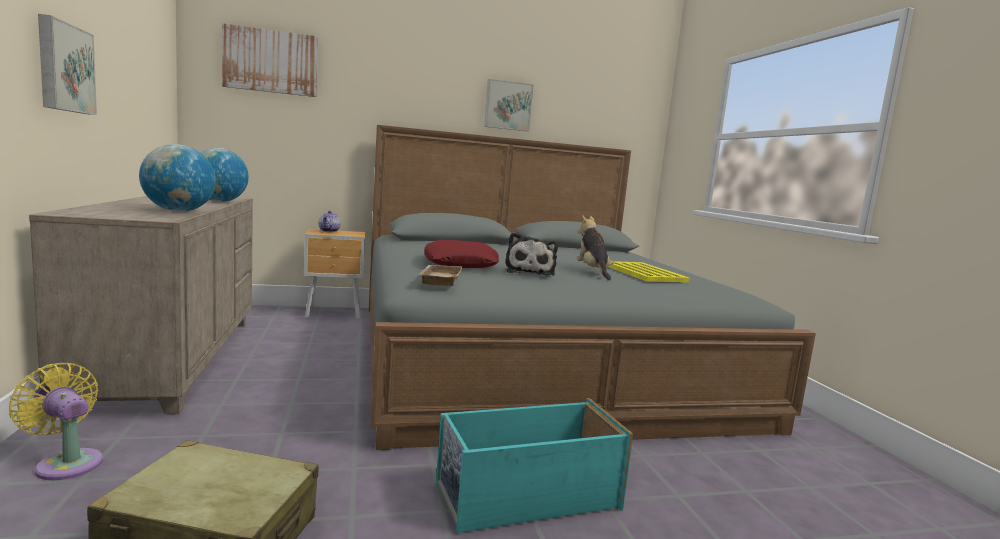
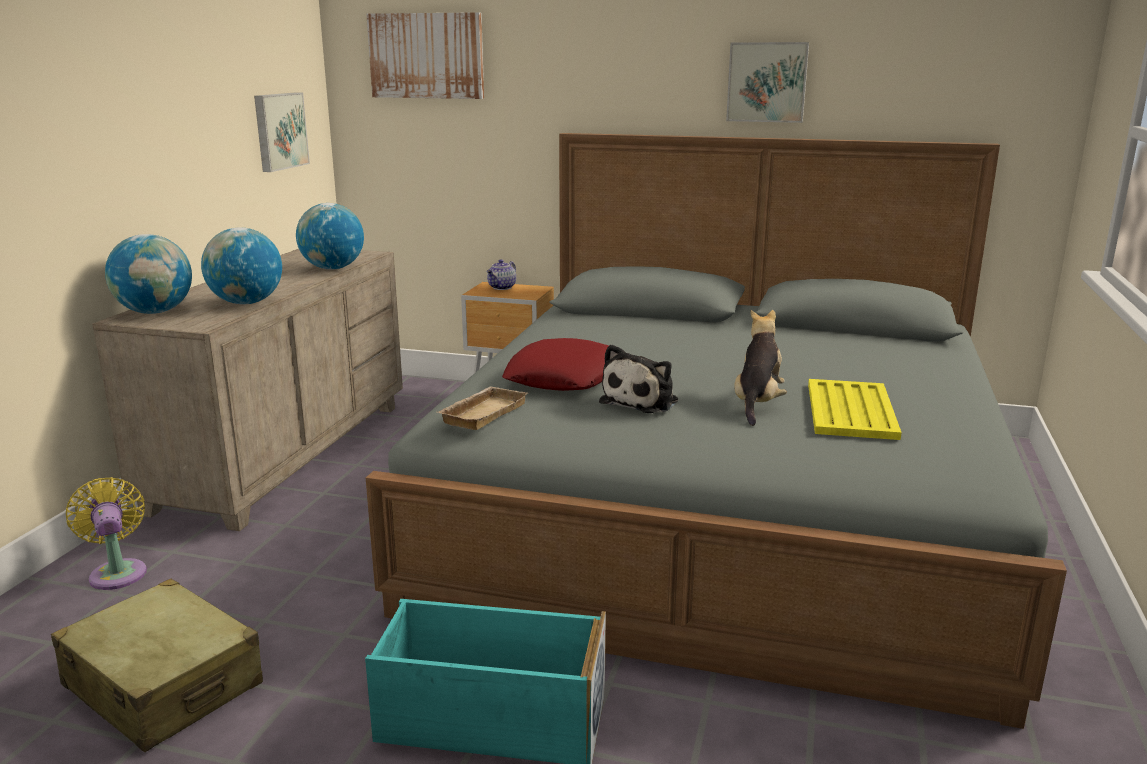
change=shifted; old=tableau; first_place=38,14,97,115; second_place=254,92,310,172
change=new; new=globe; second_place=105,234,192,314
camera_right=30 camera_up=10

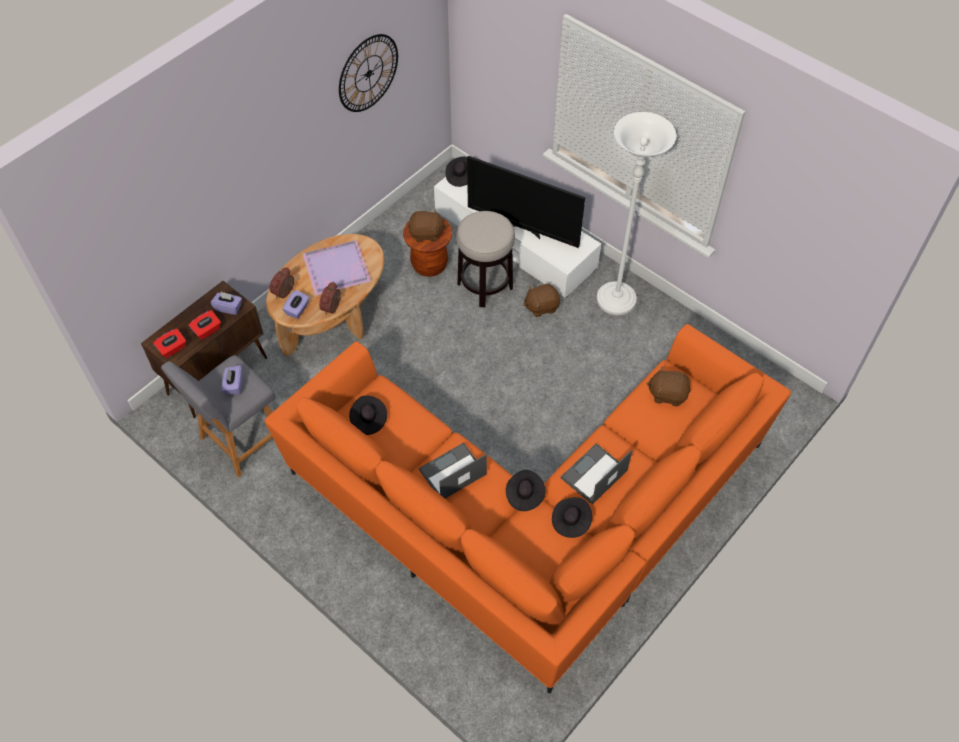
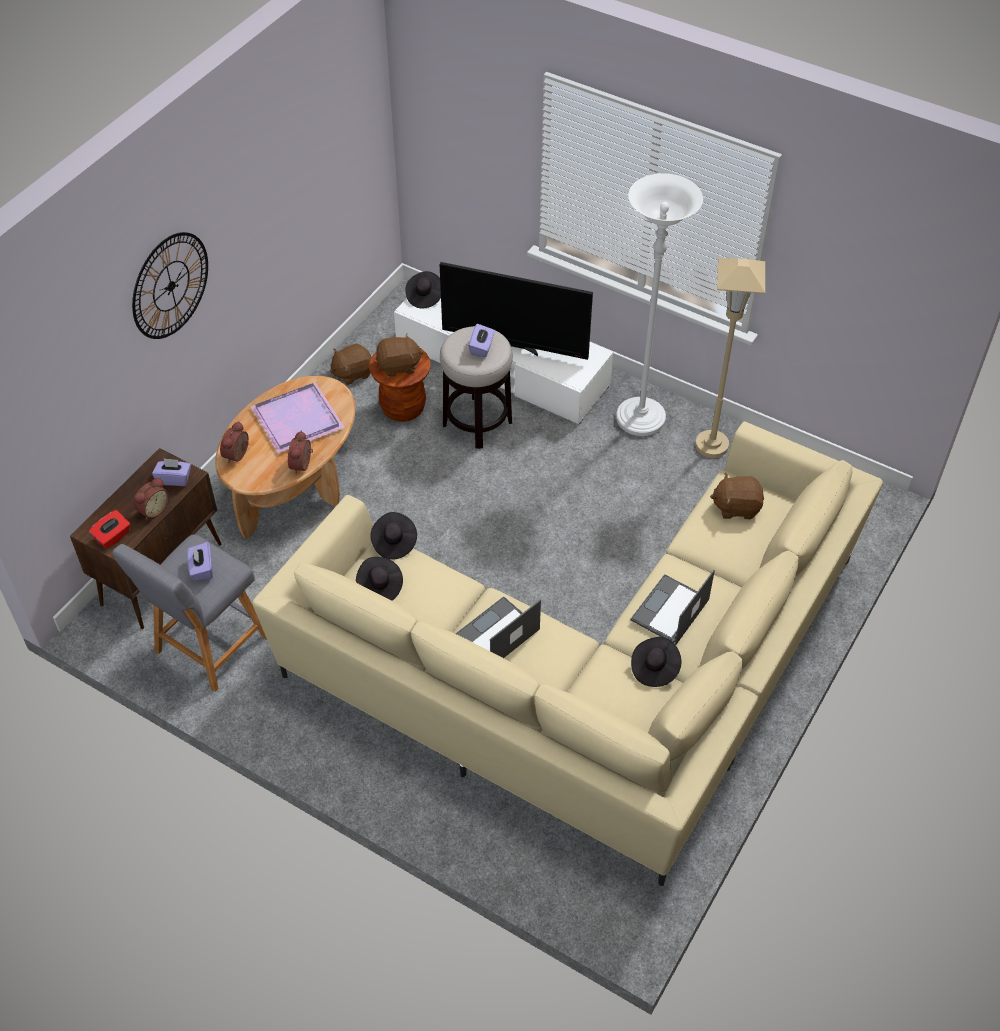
change=swapped; old=boîte à mouchoirs/rouge; new=réveil; first_place=189,310,221,340; second_place=133,478,169,520
change=repainted; old=canapé/orange; new=canapé/beige; first_place=265,324,791,694; second_place=252,422,883,886
change=shifted; old=boîte à mouchoirs/violet; first_place=283,290,309,319; second_place=469,324,495,357
change=shifted; old=horloge murale; first_place=339,34,398,112; second_place=132,232,208,339
change=shifted; old=chapeau/noir; first_place=506,470,545,511; second_place=370,512,417,560
change=shifted; old=peluche/marron; first_place=523,284,560,317; second_place=330,344,371,385
change=new; new=lampadaire/beige; second_place=695,258,765,458
camera_right=-10 camera_up=-5

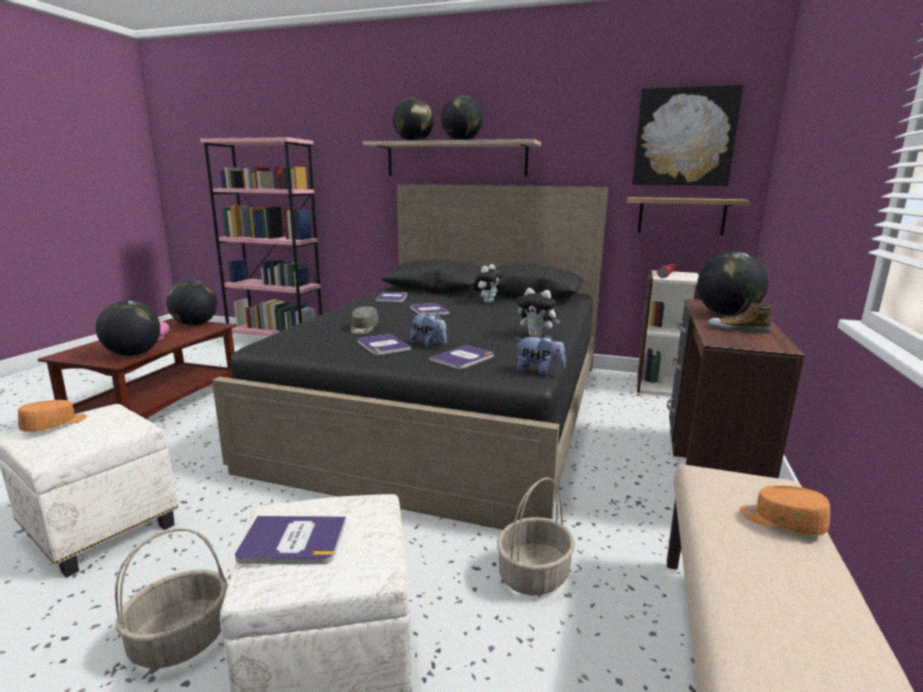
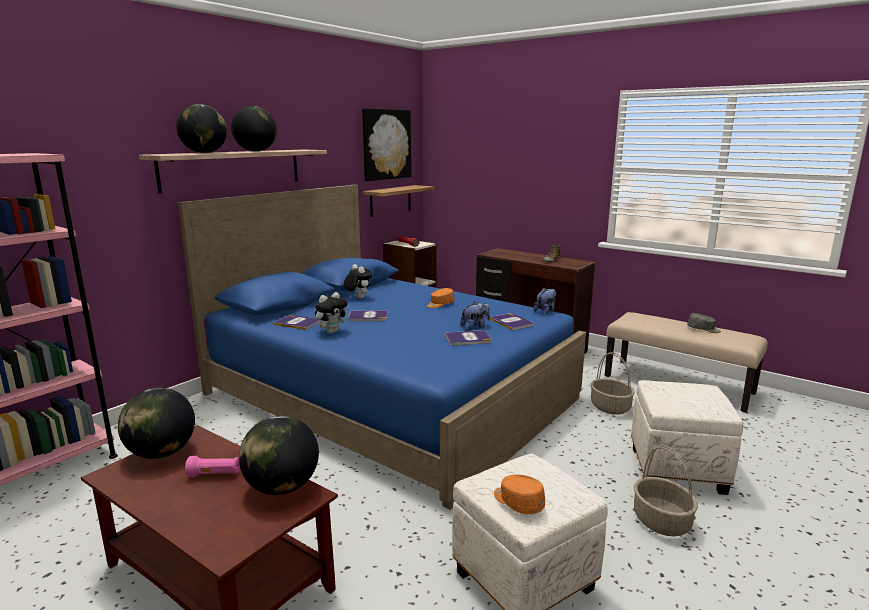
change=repainted; old=lit/noir; new=lit/bleu; first_place=212,184,608,530; second_place=178,185,586,510
change=gone; old=livre; first_place=235,516,346,564
change=shifted; old=casquette/gris; first_place=351,306,378,334; second_place=687,313,721,333
change=shifted; old=peluche; first_place=517,288,560,337; second_place=315,292,348,334
change=gone; old=globe; first_place=697,252,768,316
change=shifted; old=casquette/orange; first_place=740,485,830,536; second_place=427,288,454,308
camera_right=-70 camera_up=0

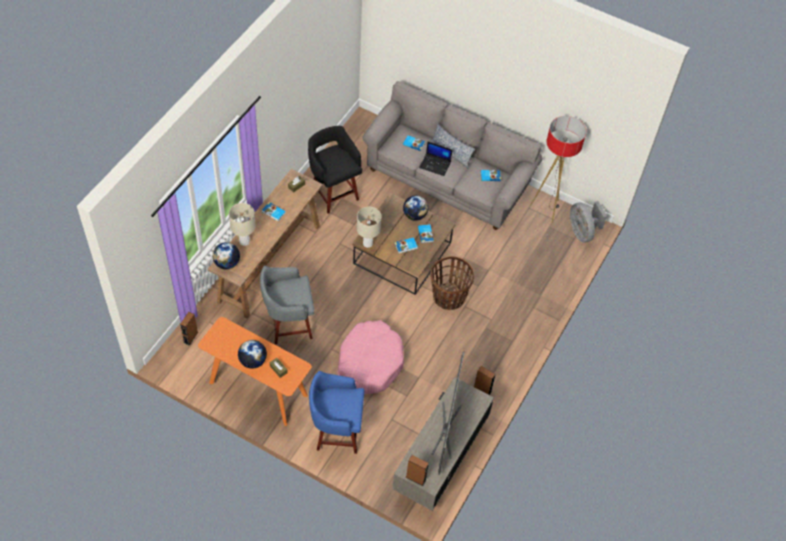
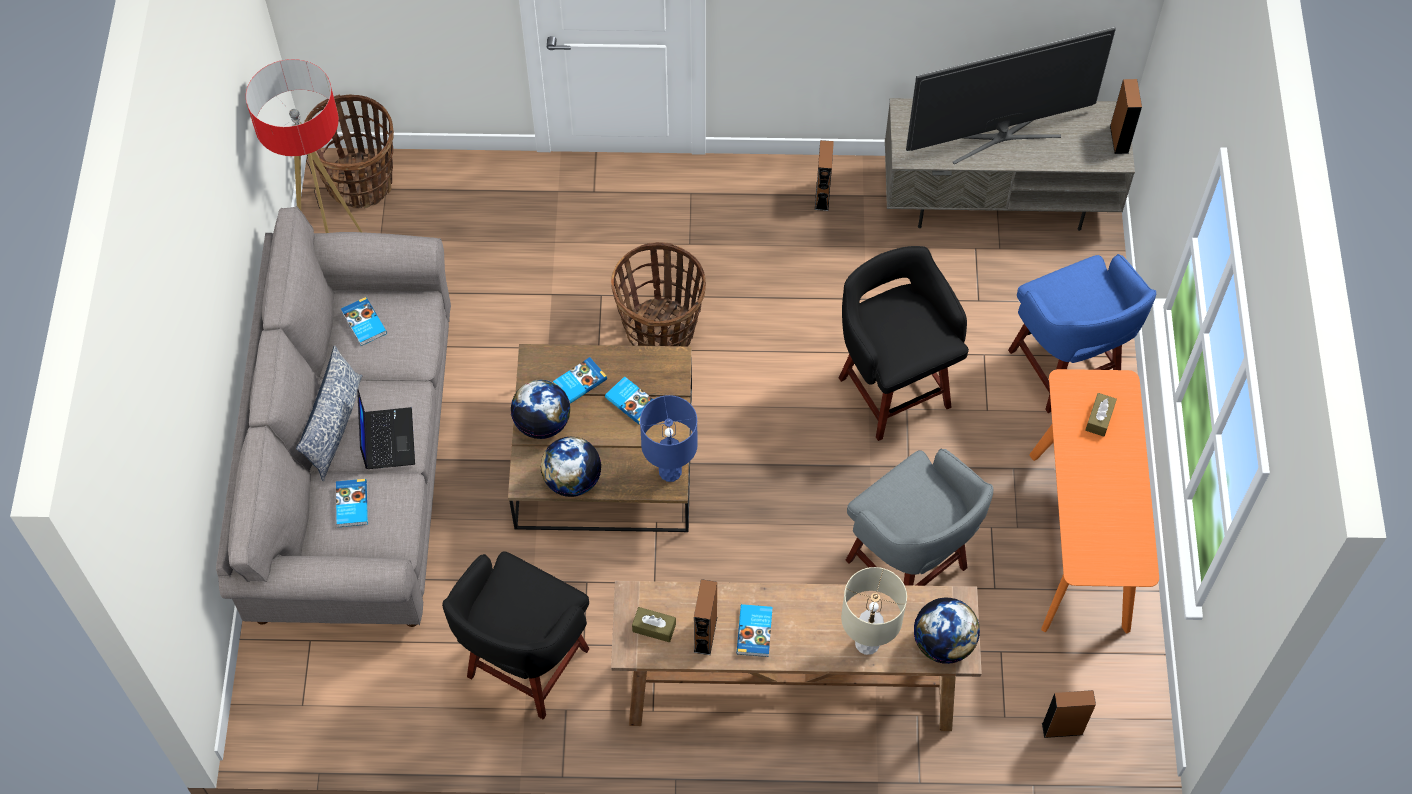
change=shifted; old=globe; first_place=238,340,267,369; second_place=541,437,602,497
change=swapped; old=panier pour chien/rose; new=tabouret/noir; first_place=337,320,404,394; second_place=839,246,969,441
change=repainted; old=lampe de table/beige; new=lampe de table/bleu; first_place=357,207,381,248; second_place=640,395,698,482
change=swapped; old=ventilateur/gris; new=panier; first_place=570,201,607,242; second_place=304,95,394,208
change=new; new=enceinte/marron; second_place=694,579,717,655
camera_right=-115 camera_up=5

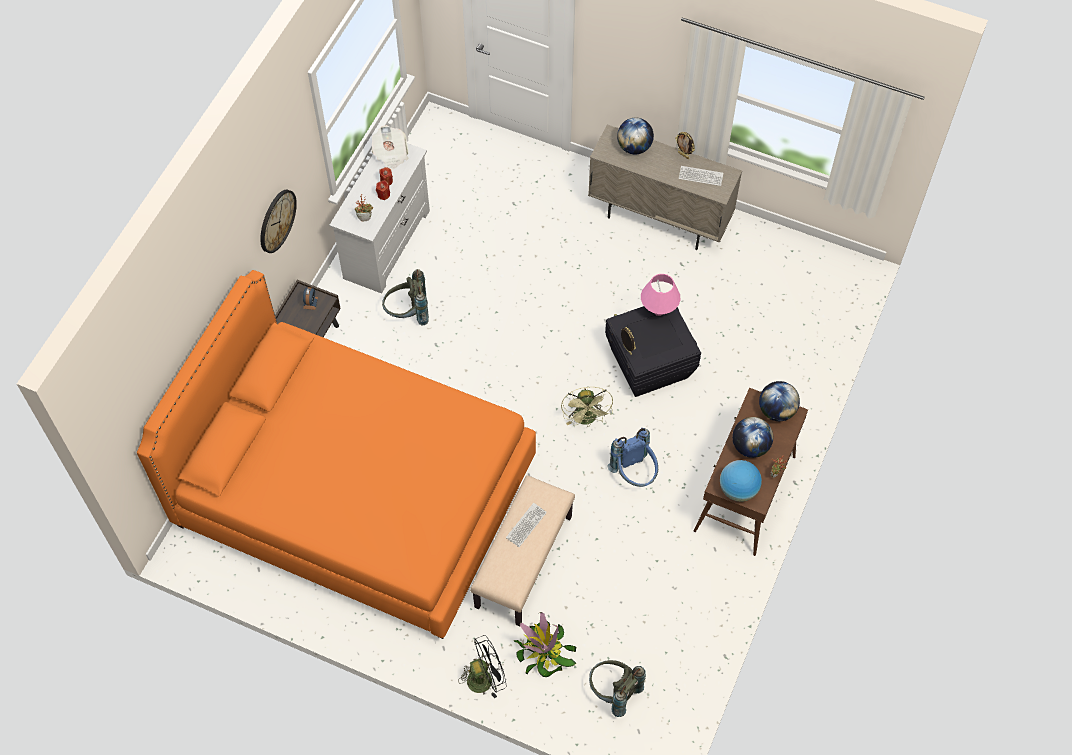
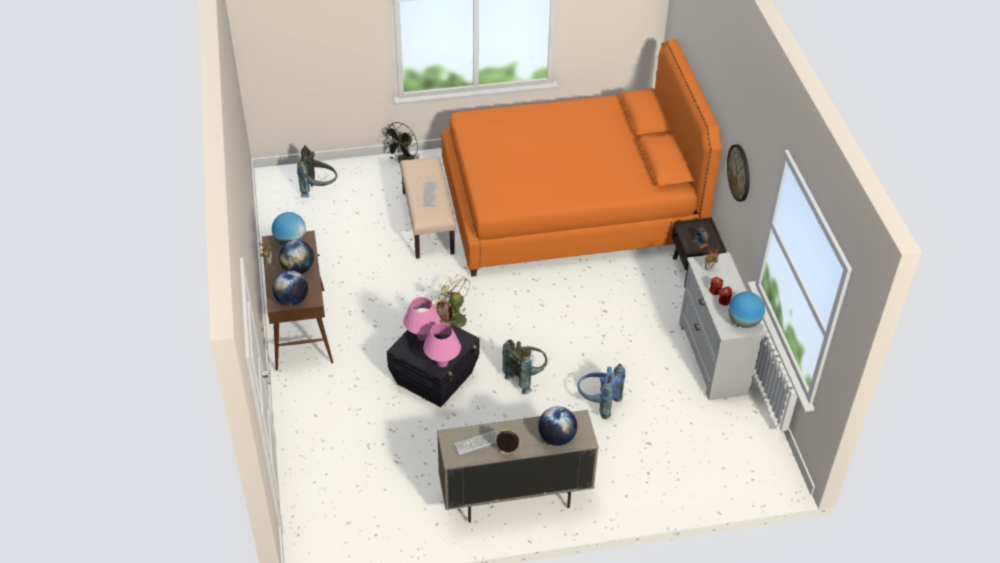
change=swapped; old=journal; new=globe; first_place=372,125,409,170; second_place=728,292,765,328
change=shifted; old=sac à dos/gris; first_place=382,269,429,325; second_place=502,340,547,394
change=gone; old=plante en pot; first_place=514,612,576,677
change=shifted; old=sac à dos/bleu; first_place=608,428,658,487; second_place=577,364,625,419
change=new; new=lampe de table/rose; second_place=403,297,441,341
camera_right=145 camera_up=-15

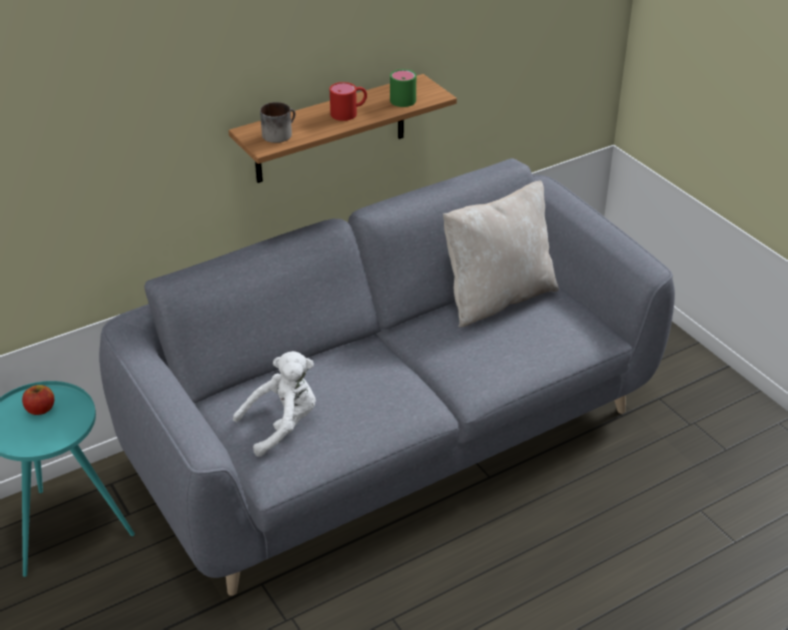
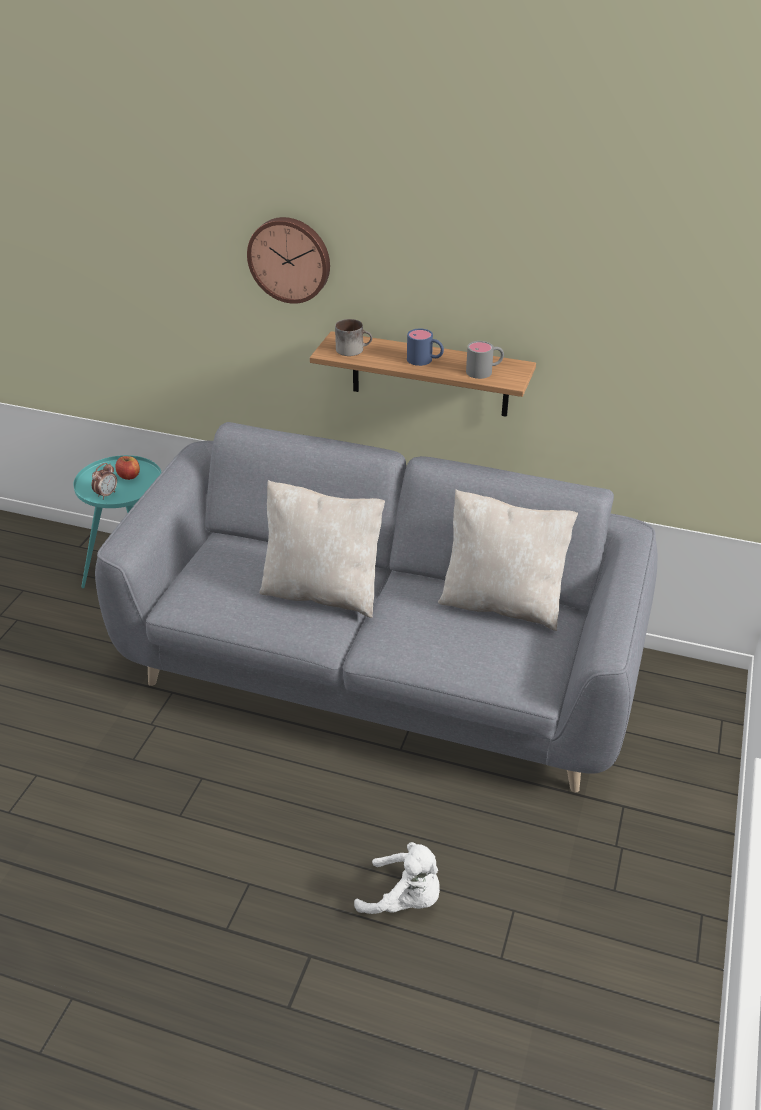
change=shifted; old=peluche/blanc; first_place=233,351,315,457; second_place=354,842,440,914
change=repainted; old=mug/rouge; new=mug/bleu; first_place=330,82,367,121; second_place=407,329,444,366
change=repainted; old=mug/vert; new=mug/gris; first_place=390,69,416,107; second_place=466,341,504,379
change=new; new=réveil; second_place=91,463,117,500
change=new; new=horloge murale; second_place=247,217,330,304
change=new; new=coussin/beige; second_place=259,480,385,618
camera_right=50 camera_up=0

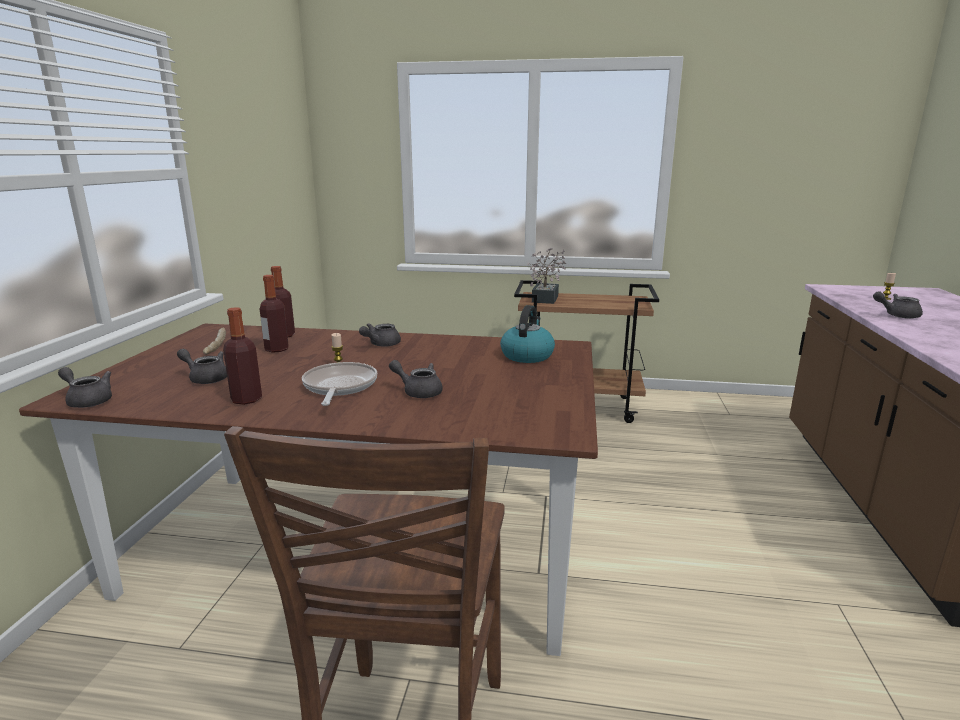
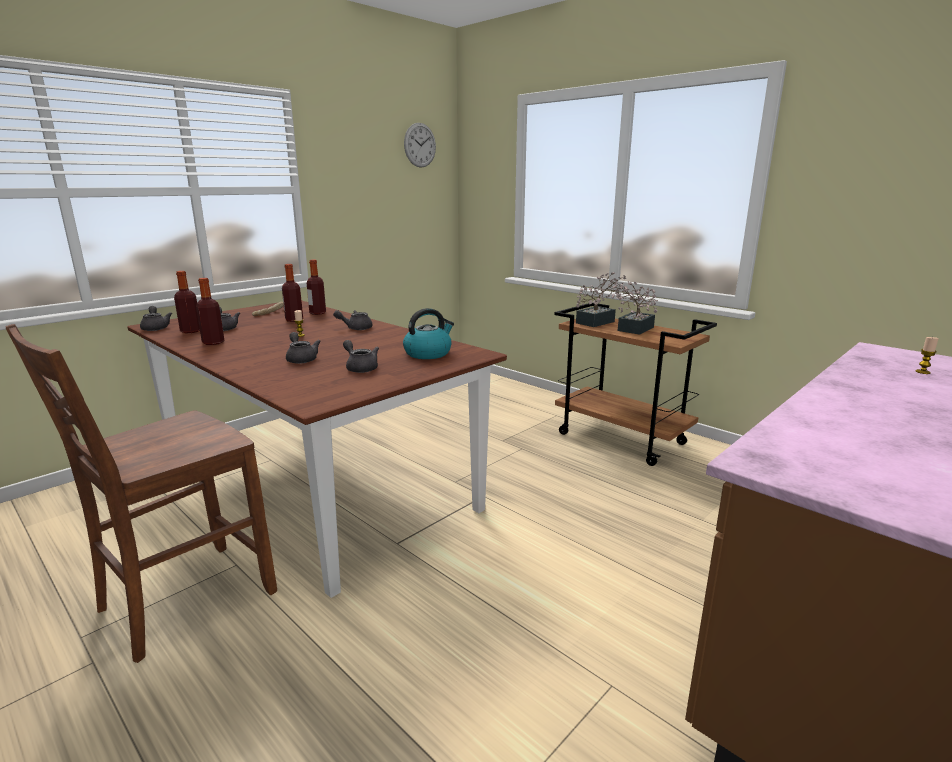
change=gone; old=poêle; first_place=302,362,377,406
change=shifted; old=théière/gris; first_place=873,291,923,319; second_place=343,340,379,373
change=new; new=bouteille; second_place=174,271,200,333
change=new; new=horloge murale; second_place=404,123,436,168
change=new; new=plante en pot; second_place=611,281,658,335
camera_right=35 camera_up=0

